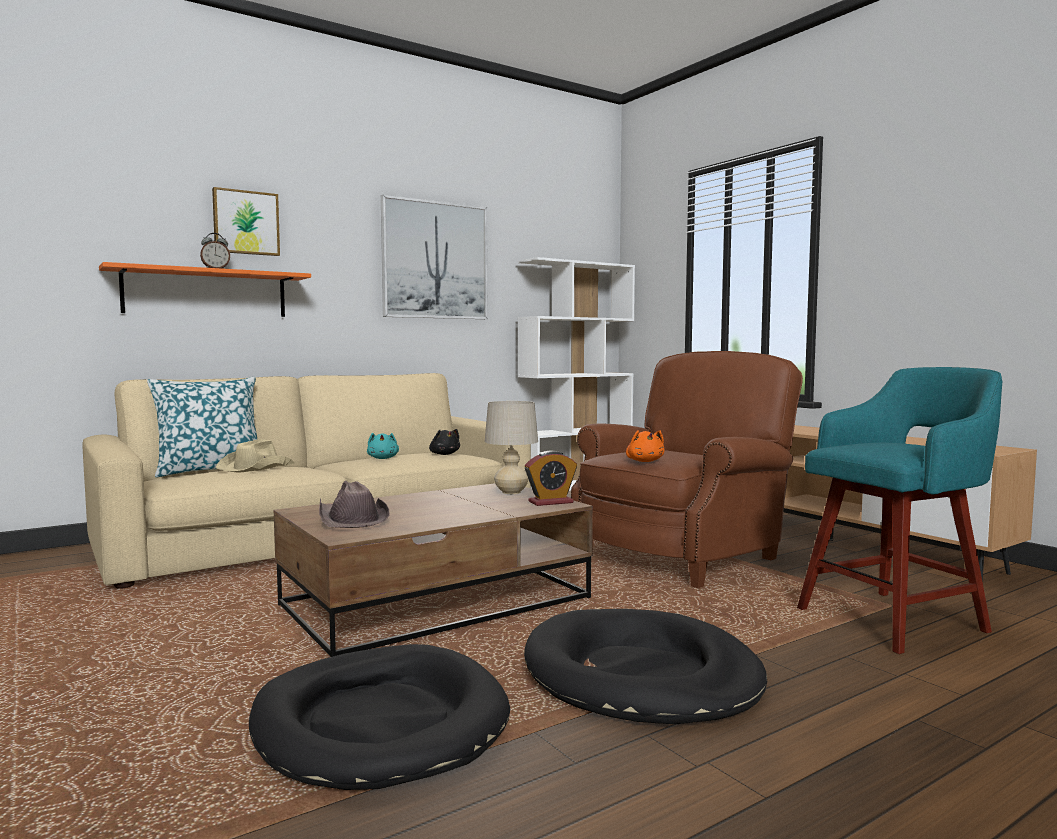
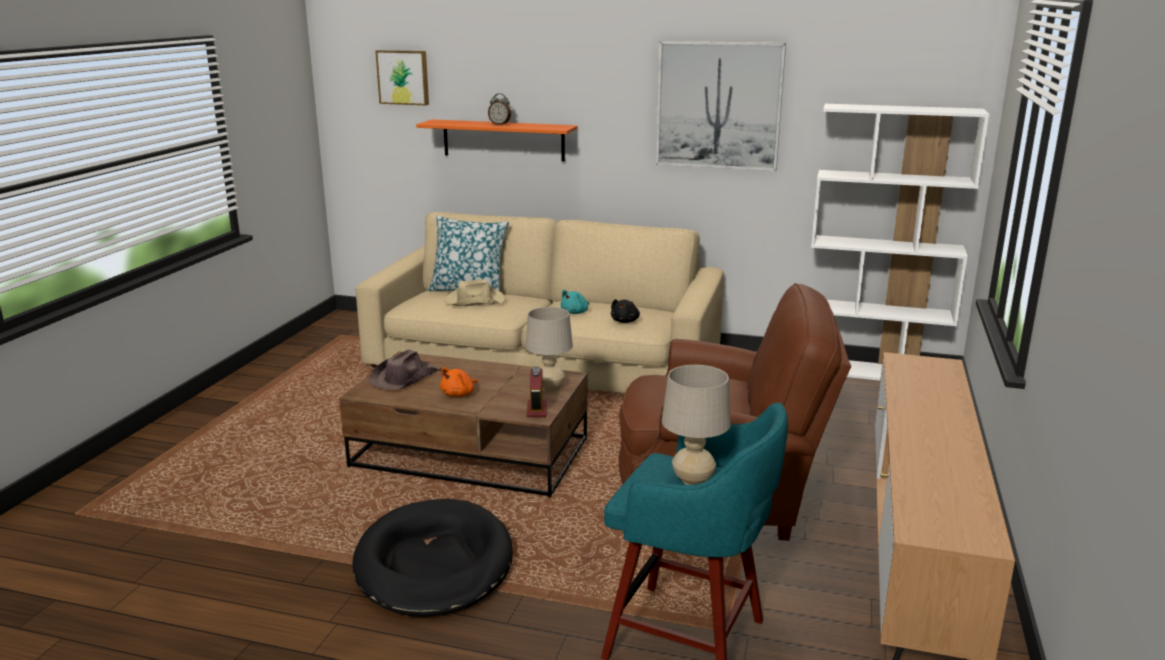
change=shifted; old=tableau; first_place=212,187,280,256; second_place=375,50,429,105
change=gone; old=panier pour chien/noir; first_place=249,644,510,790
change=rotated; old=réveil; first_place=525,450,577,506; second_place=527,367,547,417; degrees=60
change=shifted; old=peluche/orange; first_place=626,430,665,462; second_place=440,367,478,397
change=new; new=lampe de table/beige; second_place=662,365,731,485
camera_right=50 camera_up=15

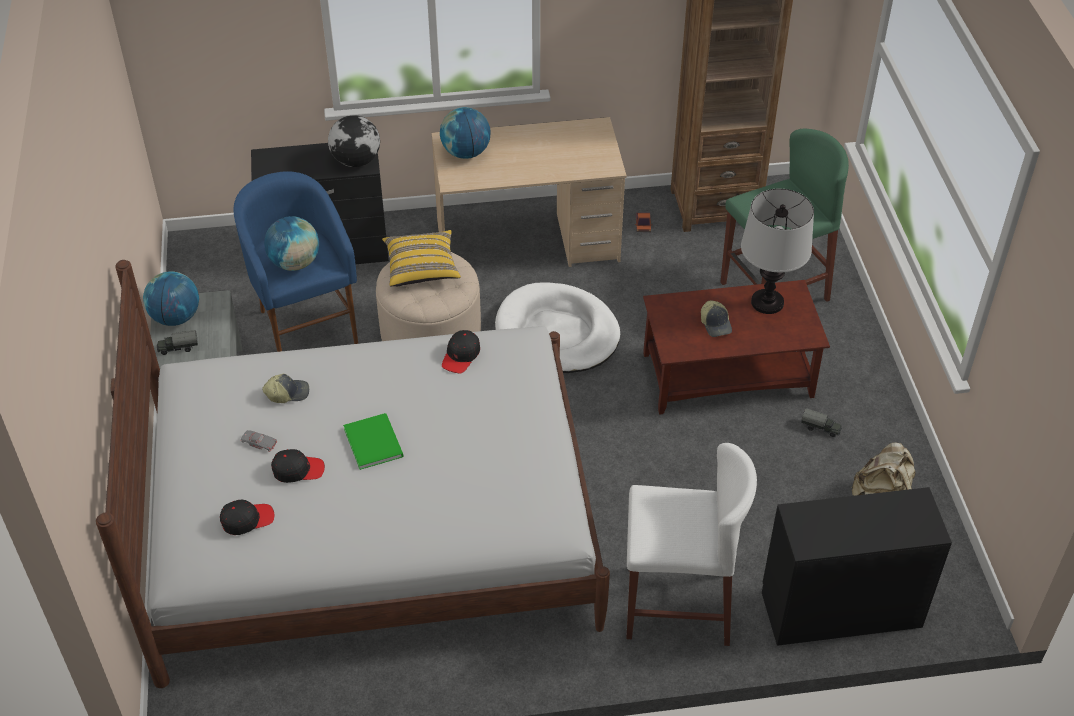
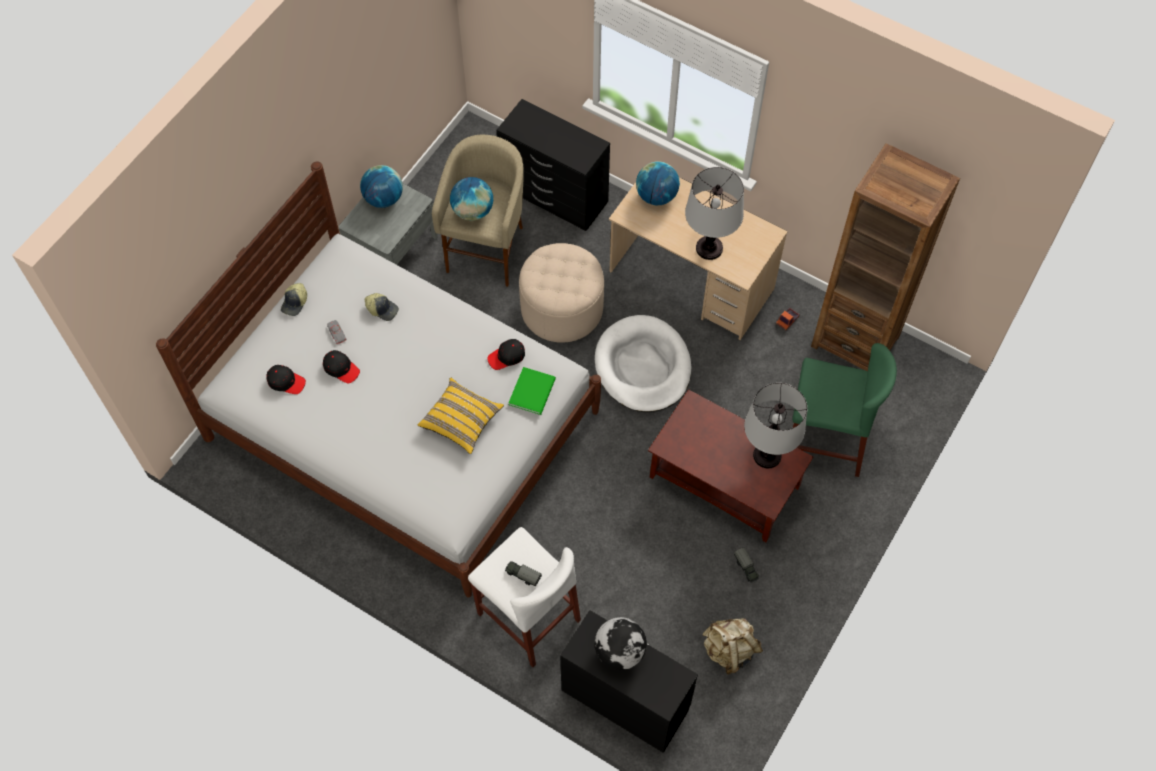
change=shifted; old=camion jouet; first_place=157,330,198,355; second_place=505,561,542,587
change=repainted; old=tabouret/bleu; new=tabouret/beige; first_place=233,171,358,352; second_place=432,135,524,287
change=shifted; old=globe; first_place=328,115,380,167; second_place=594,617,647,670
change=shifted; old=livre/vert; first_place=343,413,403,470; second_place=509,367,556,415
change=shifted; old=coussin/jaune; first_place=382,230,461,287; second_place=418,378,504,454
change=shifted; old=casquette; first_place=701,301,732,337; second_place=281,283,307,316
change=new; new=lampe de table; second_place=685,167,744,260
camera_right=40 camera_up=15

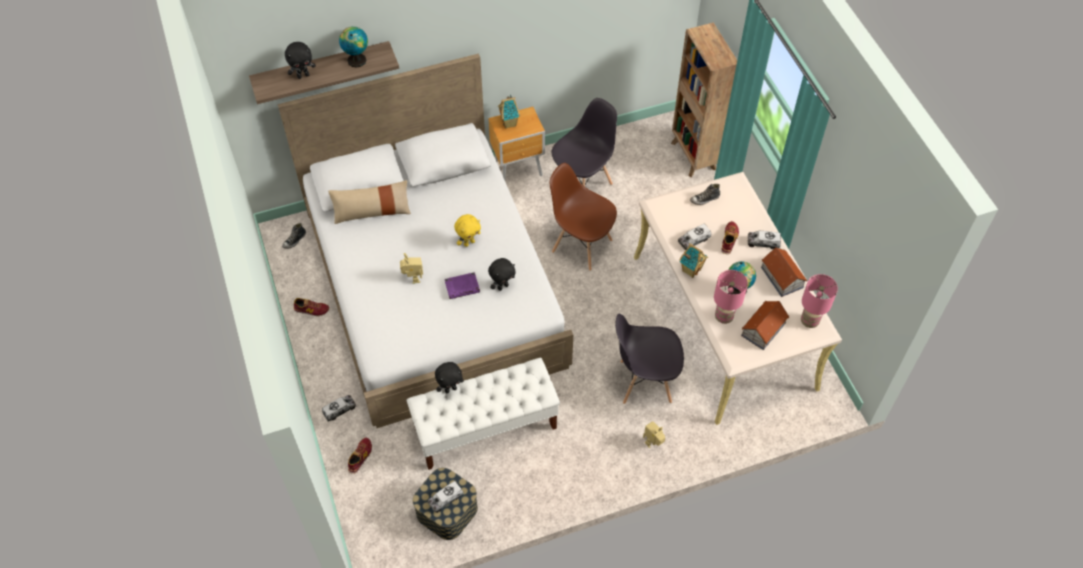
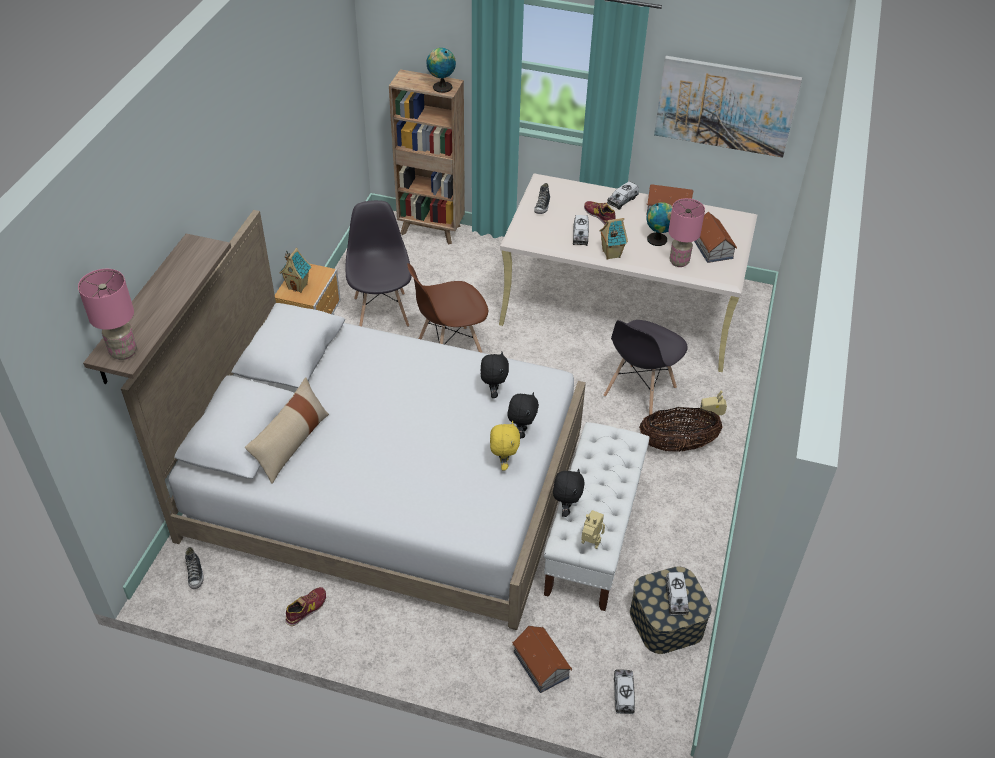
change=shifted; old=peluche/noir; first_place=285,42,316,79; second_place=508,392,539,439
change=shifted; old=camion jouet; first_place=322,395,356,422; second_place=614,669,635,714
change=shifted; old=globe; first_place=339,26,368,68; second_place=426,48,456,93
change=swapped; old=chaussure; new=maison miniature; first_place=348,438,372,474; second_place=512,626,572,693
change=shifted; old=robot jouet; first_place=400,253,423,284; second_place=581,510,605,549
change=gone; old=livre/violet; first_place=445,272,480,299
change=shifted; old=peluche/jaune; first_place=454,214,481,247; second_place=490,421,520,470
change=shifted; old=lampe de table/rose; first_place=801,274,838,328; second_place=78,269,137,360
change=new; new=panier; second_place=639,407,723,452
change=new; new=tableau; second_place=654,56,802,158
camera_right=-55 camera_up=-10

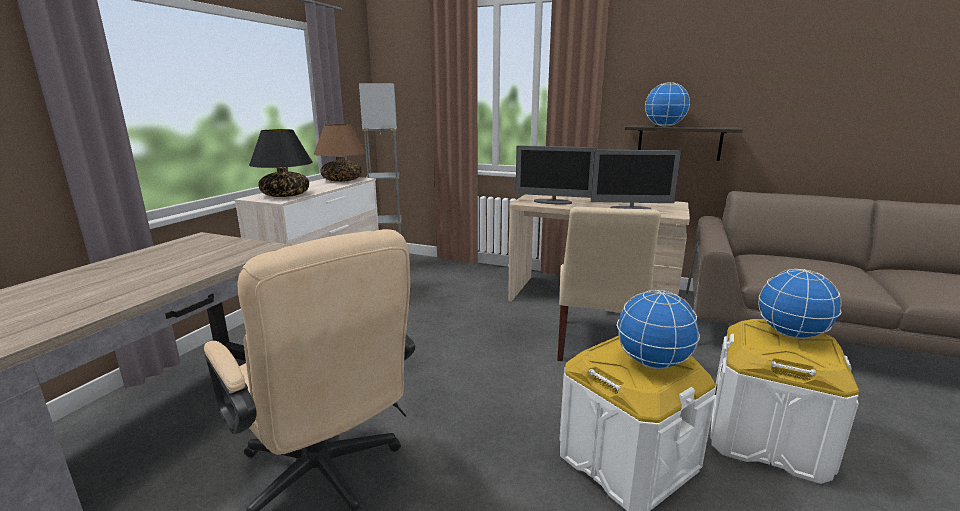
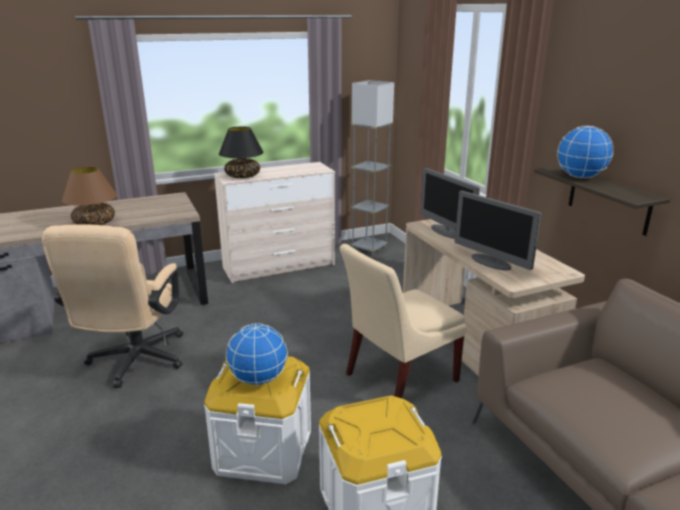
change=shifted; old=lampe de table/marron; first_place=314,124,366,182; second_place=62,167,117,225
change=gone; old=globe; first_place=758,269,842,339
camera_right=45 camera_up=5

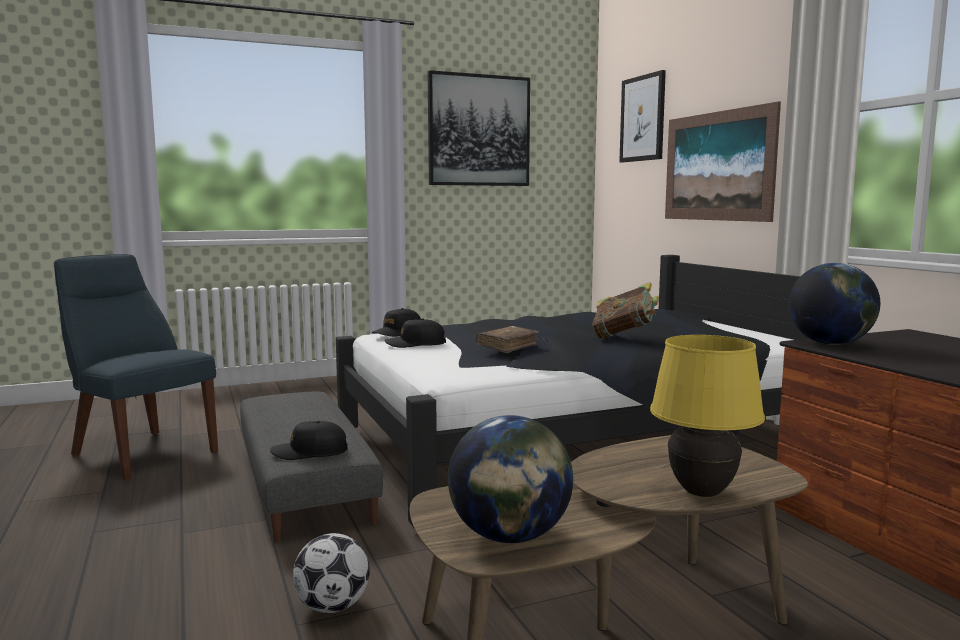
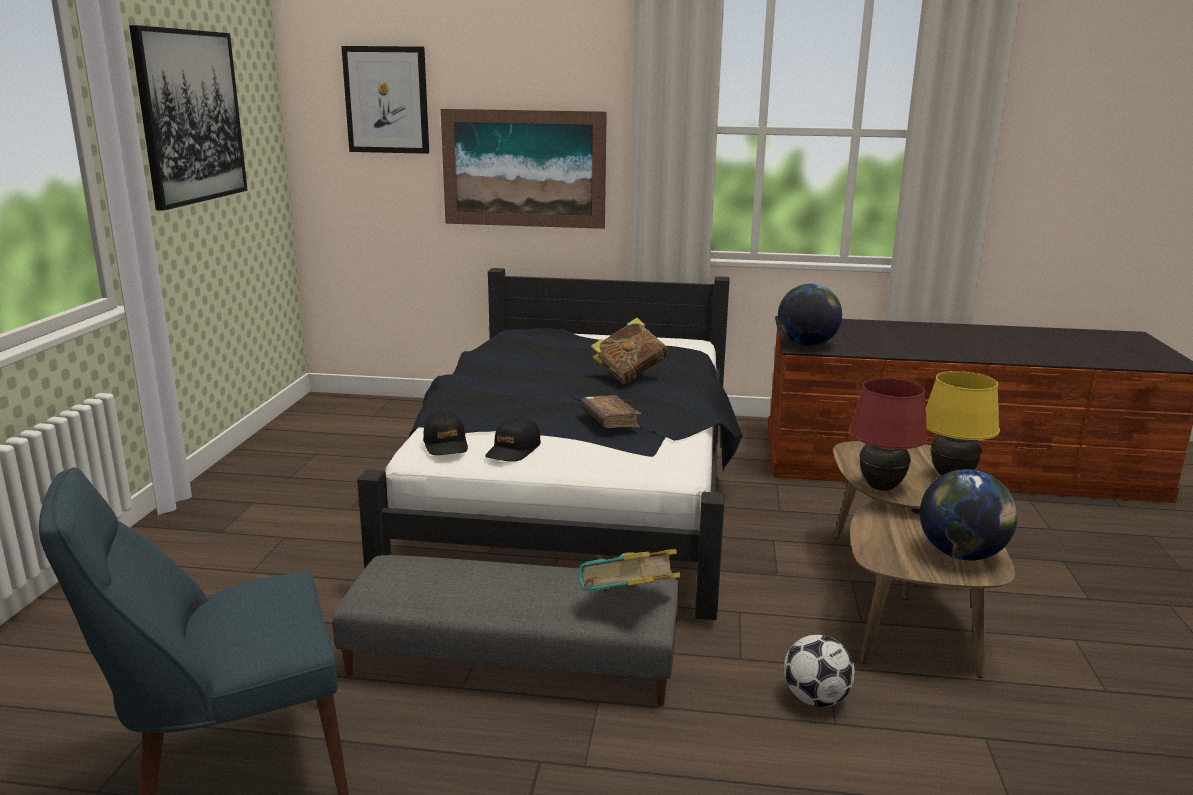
change=swapped; old=casquette/noir; new=livre; first_place=270,421,348,460; second_place=578,549,681,592
change=new; new=lampe de table/rouge; second_place=849,378,928,491
camera_right=-60 camera_up=10

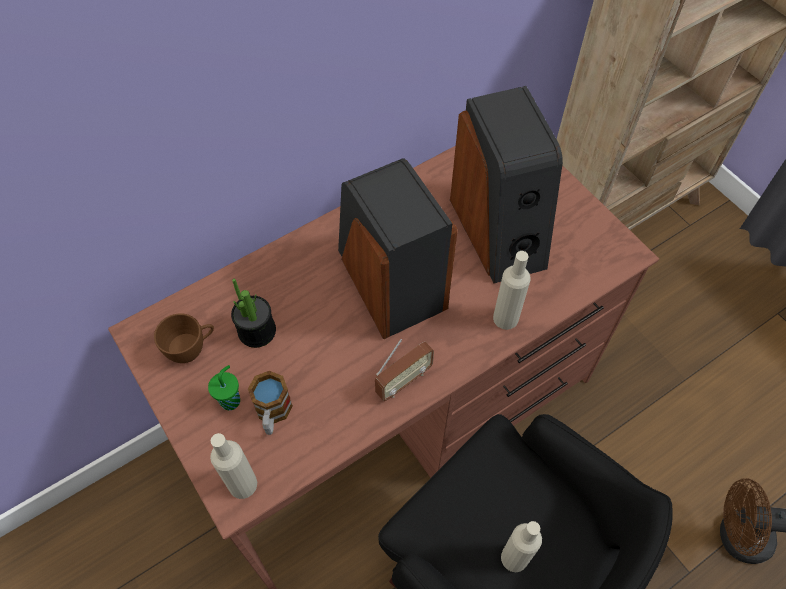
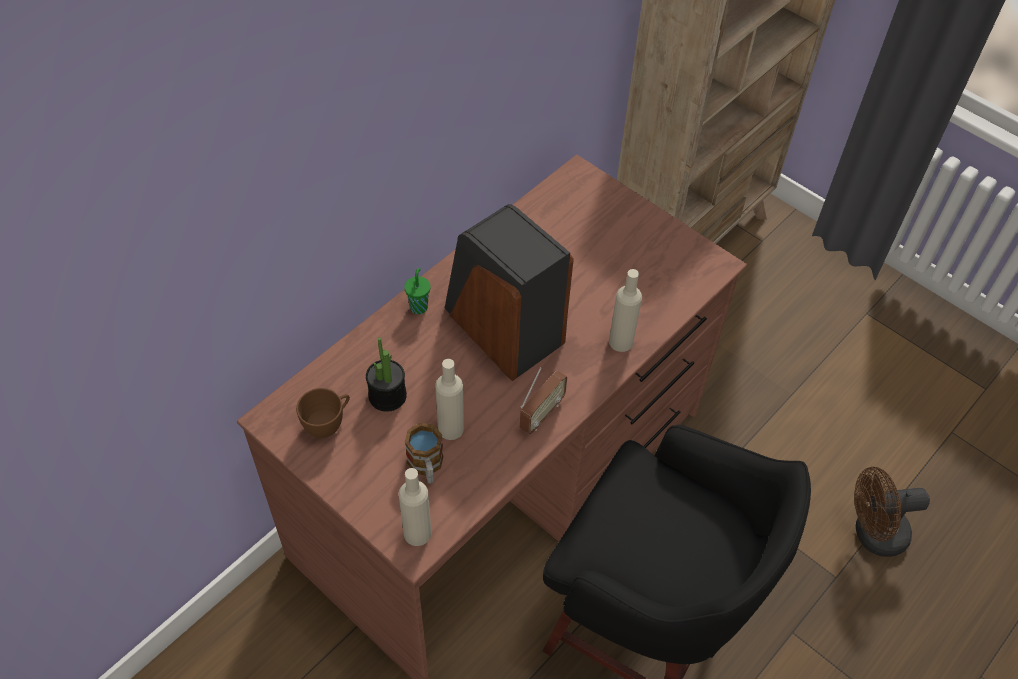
change=shifted; old=tasse/vert; first_place=208,365,240,410; second_place=404,268,430,314
change=gone; old=enceinte; first_place=450,86,563,284
change=shifted; old=bouteille/beige; first_place=501,521,542,572; second_place=435,359,464,440
camera_right=-15 camera_up=-5

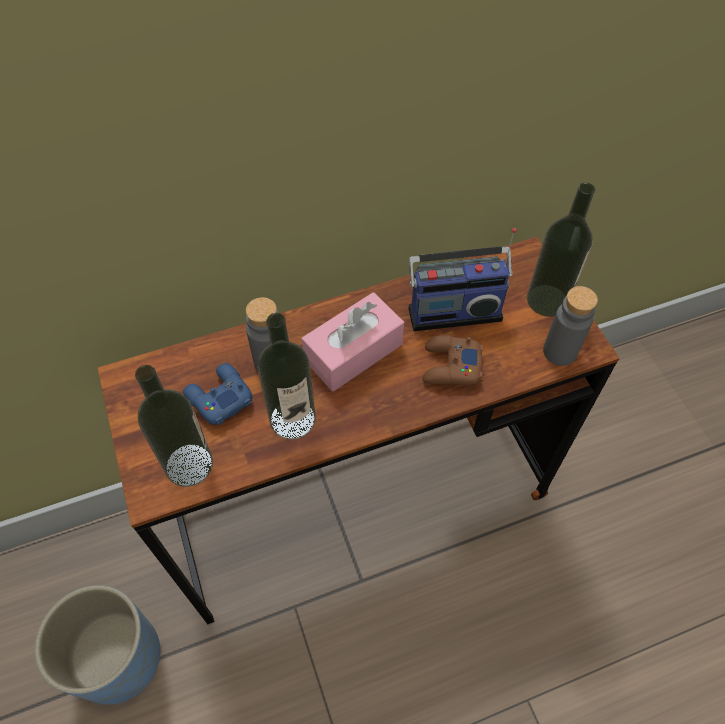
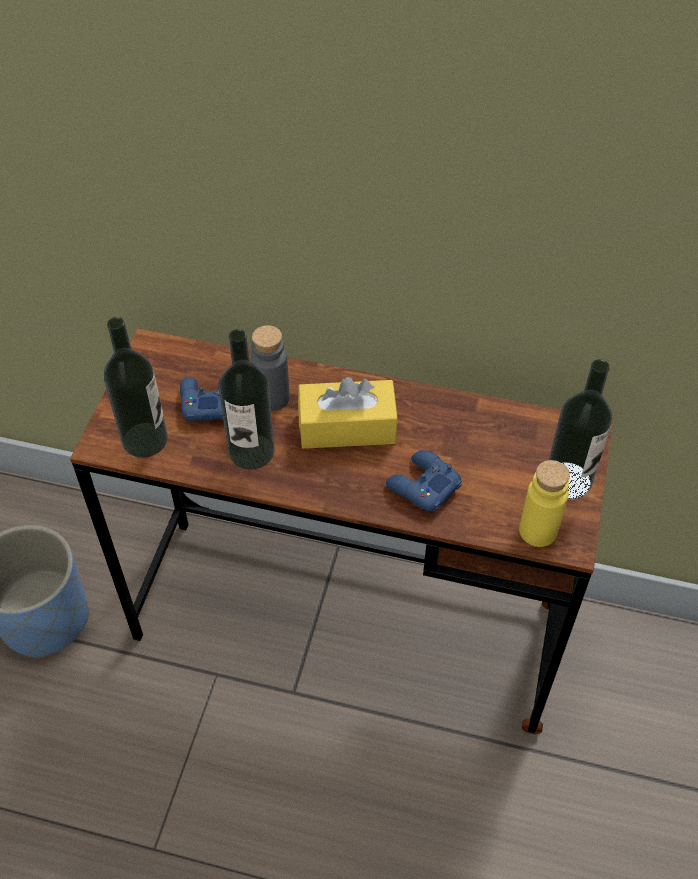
change=repainted; old=boîte à mouchoirs/rose; new=boîte à mouchoirs/jaune; first_place=301,292,404,391; second_place=298,377,398,449
change=gone; old=radio; first_place=409,228,517,331
change=repainted; old=manette/marron; new=manette/bleu; first_place=423,335,483,386; second_place=386,450,462,511
change=repainted; old=bouteille/gris; new=bouteille/jaune; first_place=543,286,598,366; second_place=519,460,570,547
camera_right=35 camera_up=-5

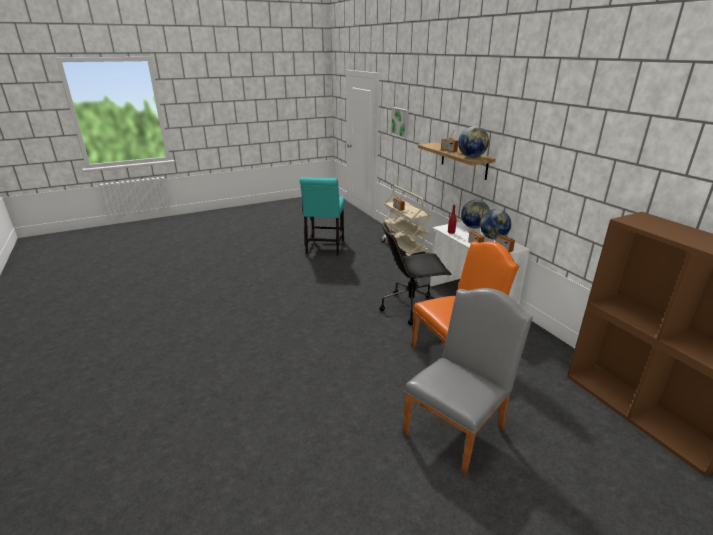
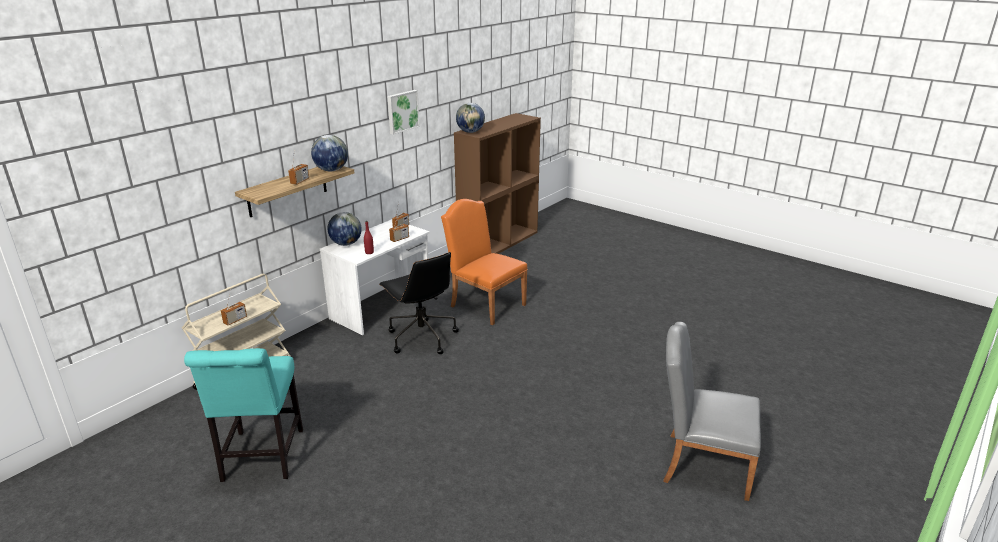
change=rotated; old=chaise/turquoise; first_place=300,177,345,256; second_place=184,348,303,482; degrees=105
change=shifted; old=tableau; first_place=391,107,409,139; second_place=387,90,420,135
change=shifted; old=chaise/gris; first_place=403,288,533,475; second_place=663,322,761,501
change=shifted; old=globe; first_place=480,209,511,240; second_place=456,103,485,133
camera_right=-115 camera_up=0

